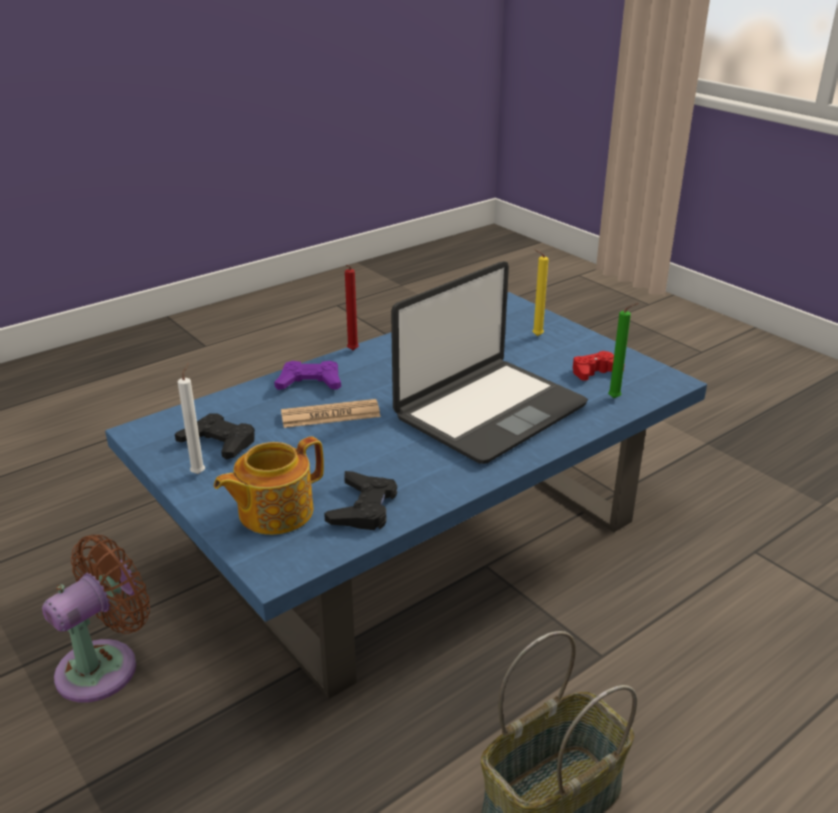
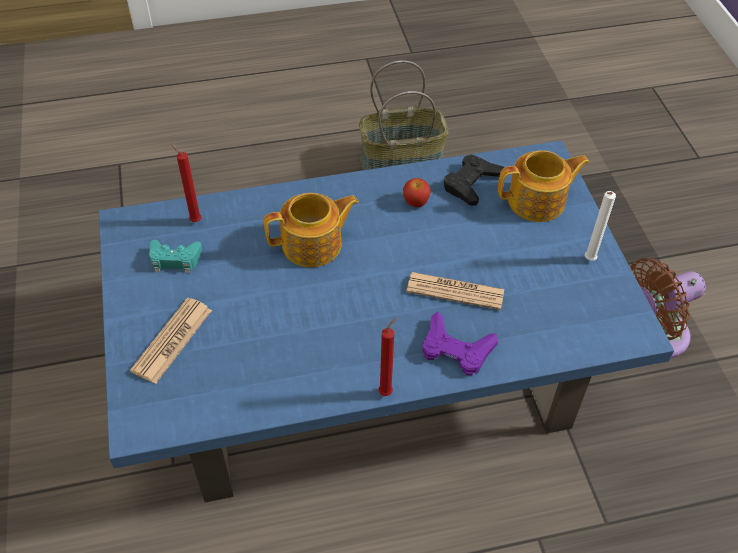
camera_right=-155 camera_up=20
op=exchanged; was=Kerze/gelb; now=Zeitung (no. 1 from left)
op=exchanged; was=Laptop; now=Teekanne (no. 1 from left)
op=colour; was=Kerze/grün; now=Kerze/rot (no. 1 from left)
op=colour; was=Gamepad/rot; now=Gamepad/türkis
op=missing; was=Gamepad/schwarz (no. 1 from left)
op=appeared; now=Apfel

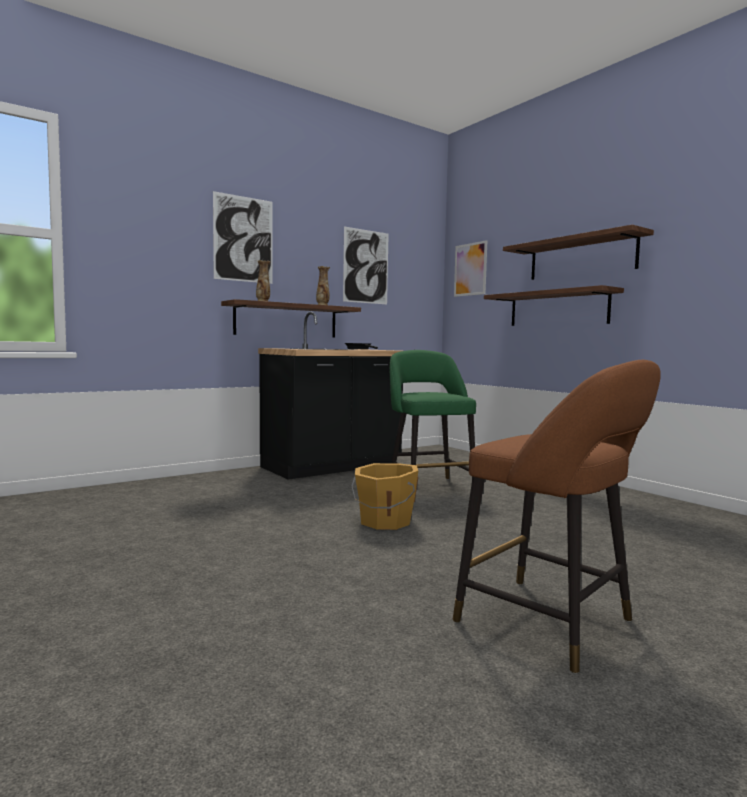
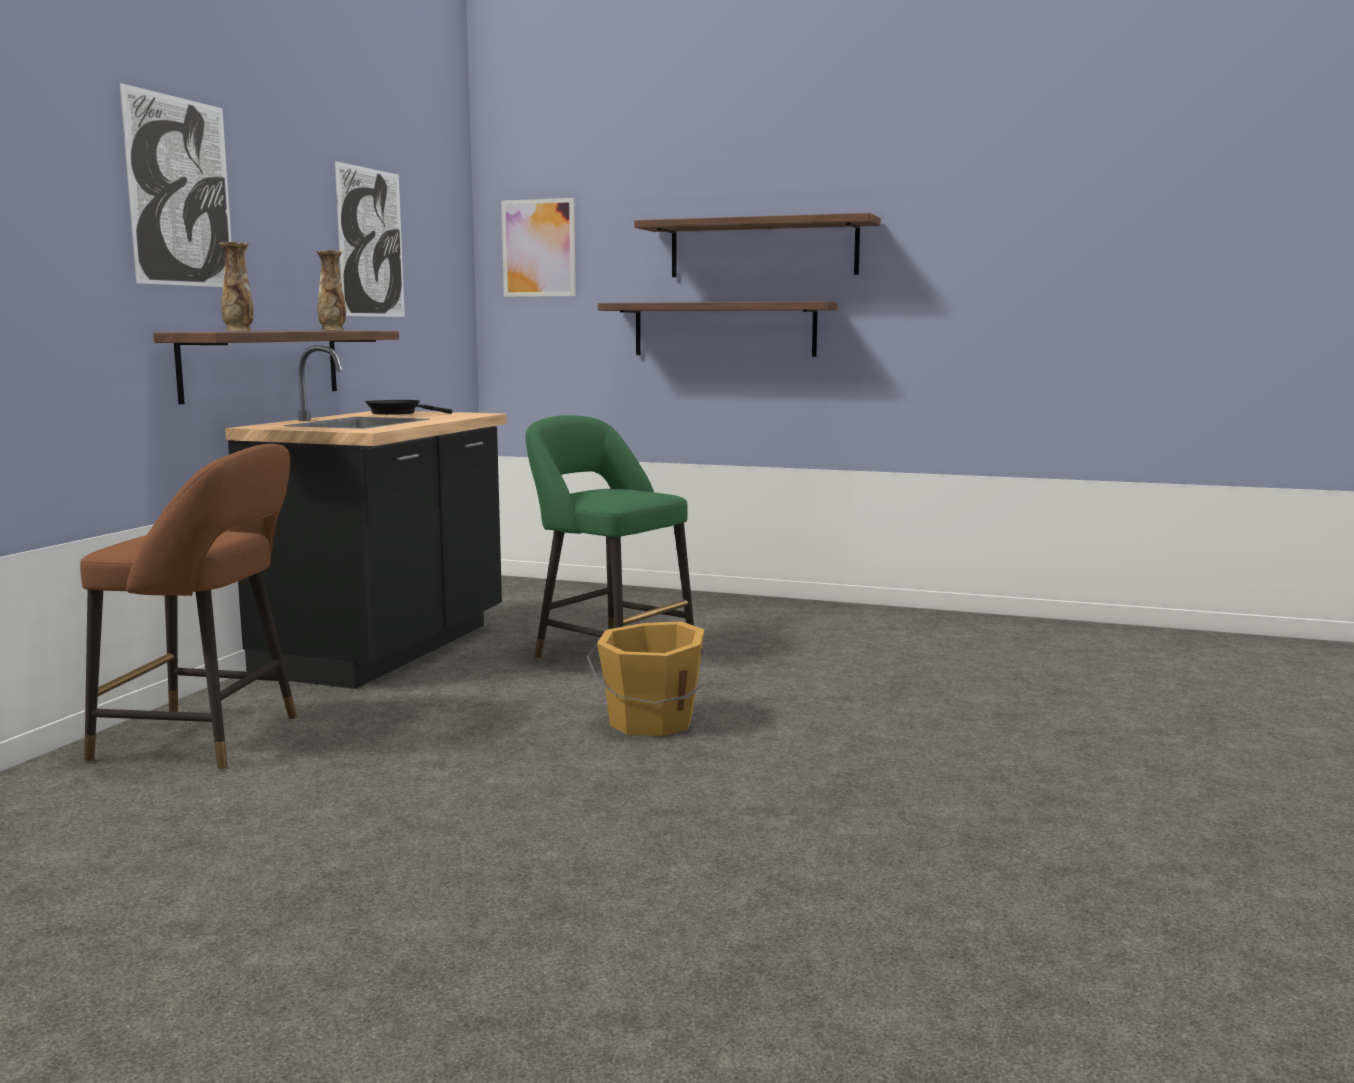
camera_right=-35 camera_up=5
op=relocated; was=Hocker/braun

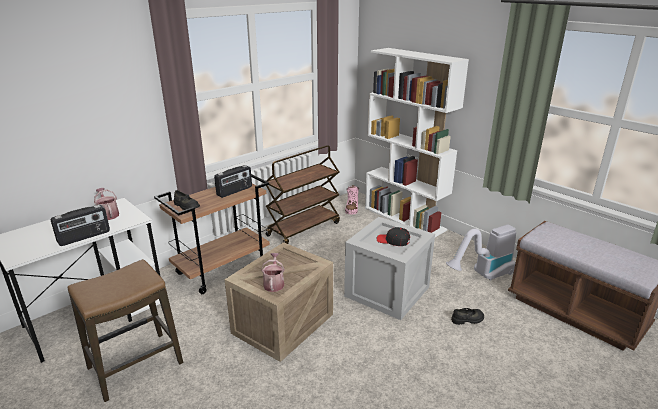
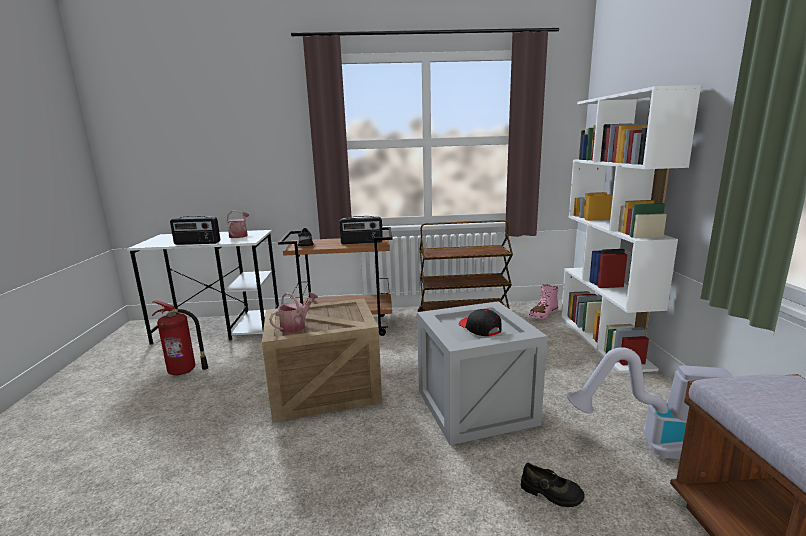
camera_right=40 camera_up=-10
op=exchanged; was=Hocker; now=Feuerlöscher

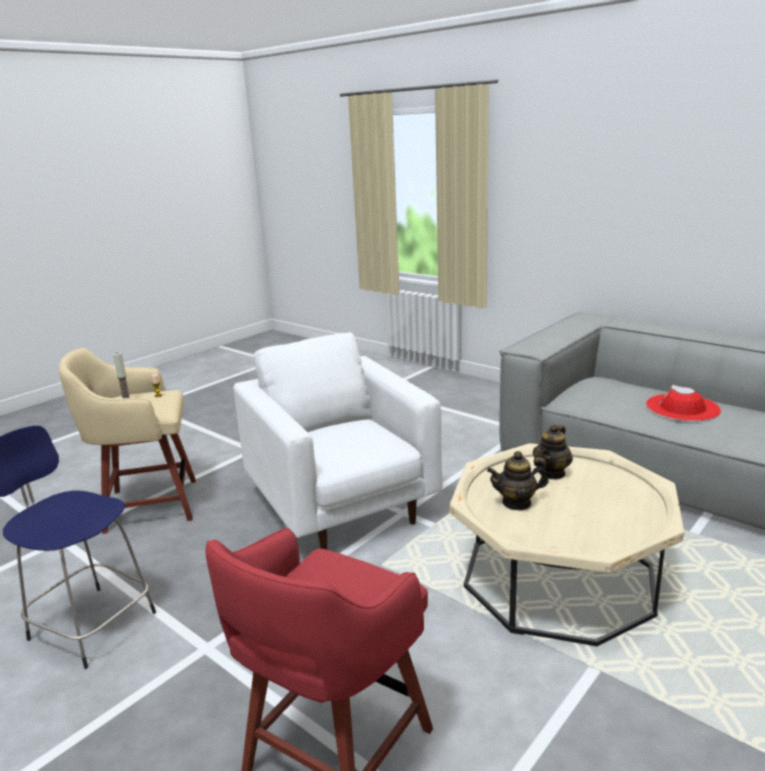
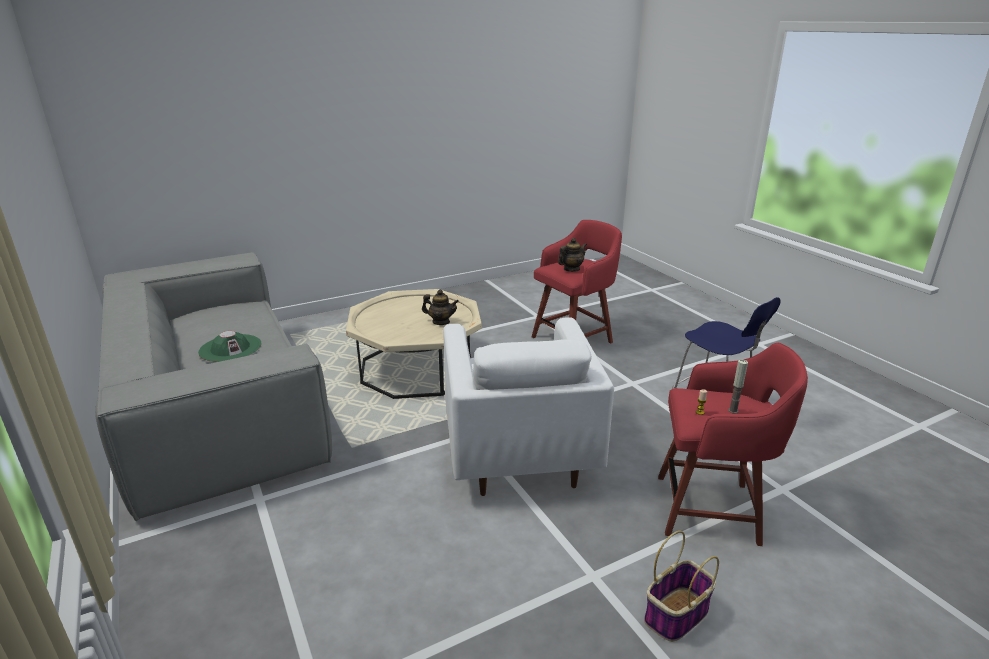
camera_right=-160 camera_up=5
op=colour; was=Hocker/beige; now=Hocker/rot (no. 2 from left)
op=colour; was=Hut/rot; now=Hut/grün
op=relocated; was=Teekanne (no. 2 from left)
op=appeared; now=Korb

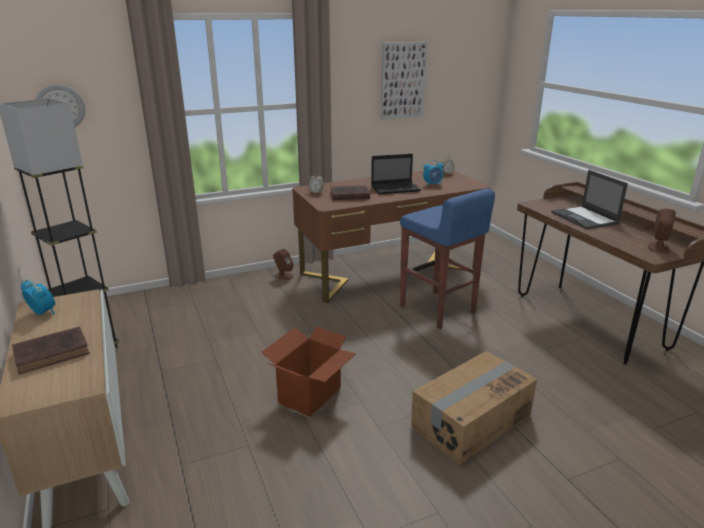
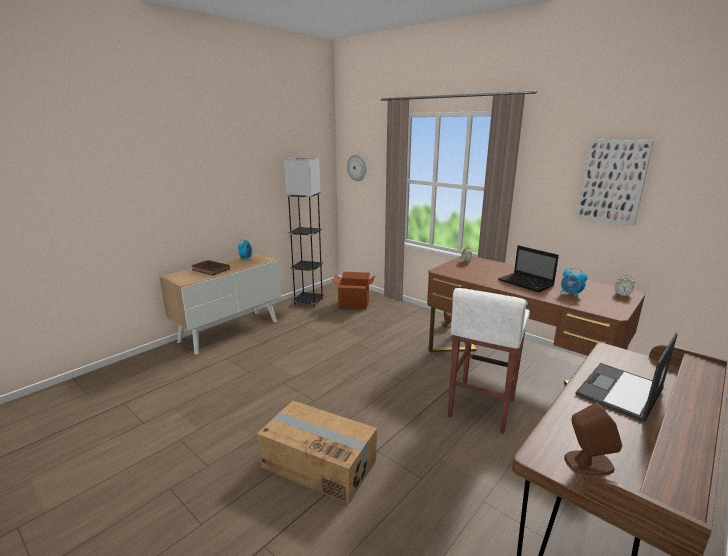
camera_right=65 camera_up=-5
op=missing; was=Buch/braun (no. 2 from left)
op=colour; was=Hocker/blau; now=Hocker/weiß
op=relocated; was=Karton (no. 1 from left in the first image); now=Karton (no. 2 from left)

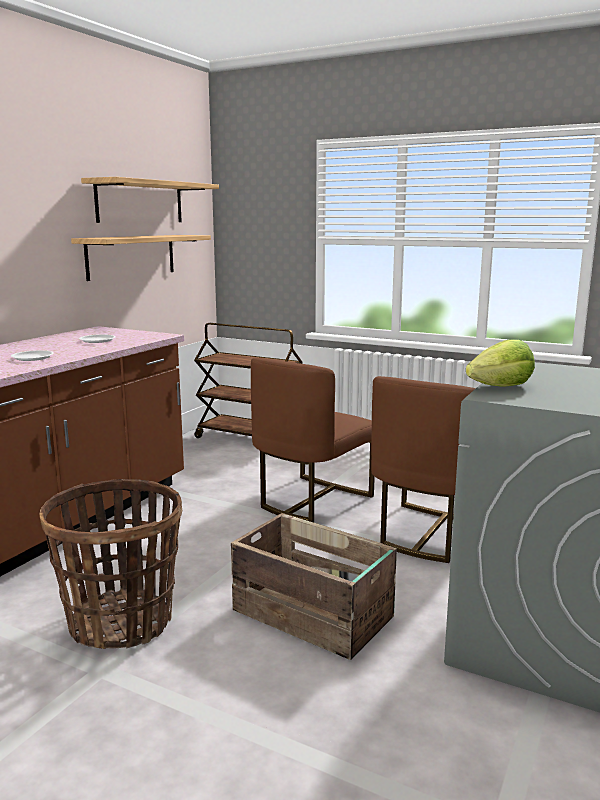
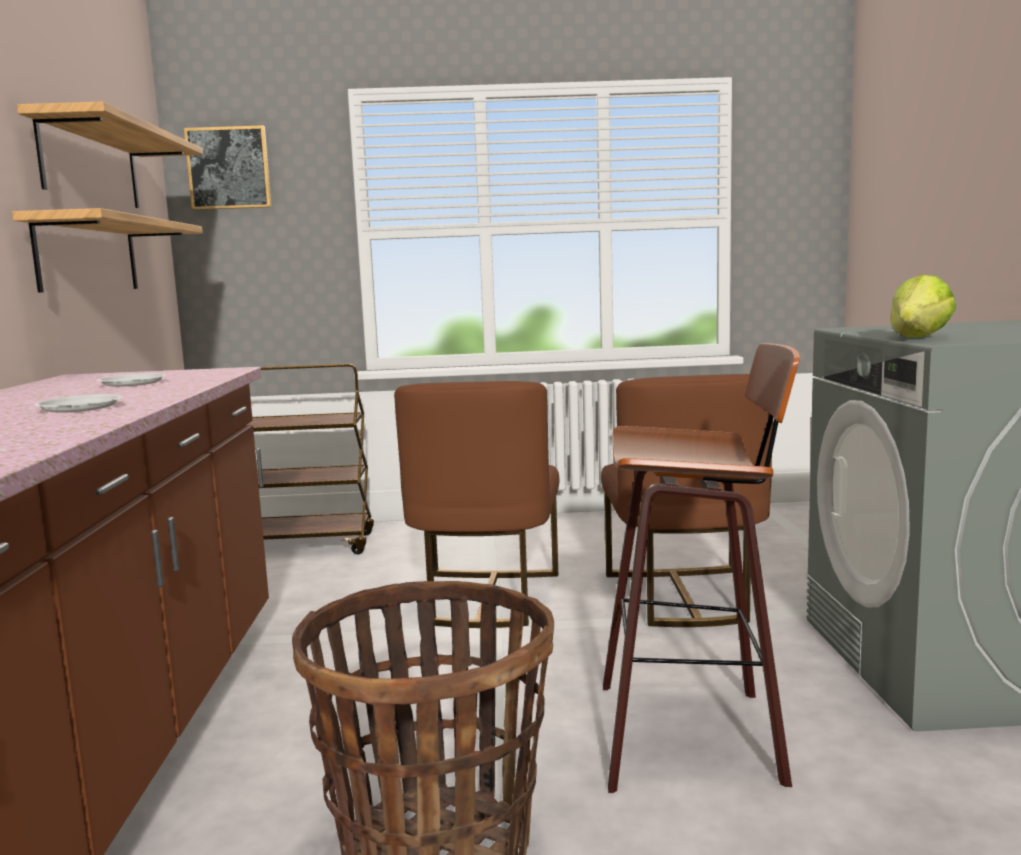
camera_right=-30 camera_up=-5
op=exchanged; was=Kiste; now=Hocker
op=appeared; now=Bild

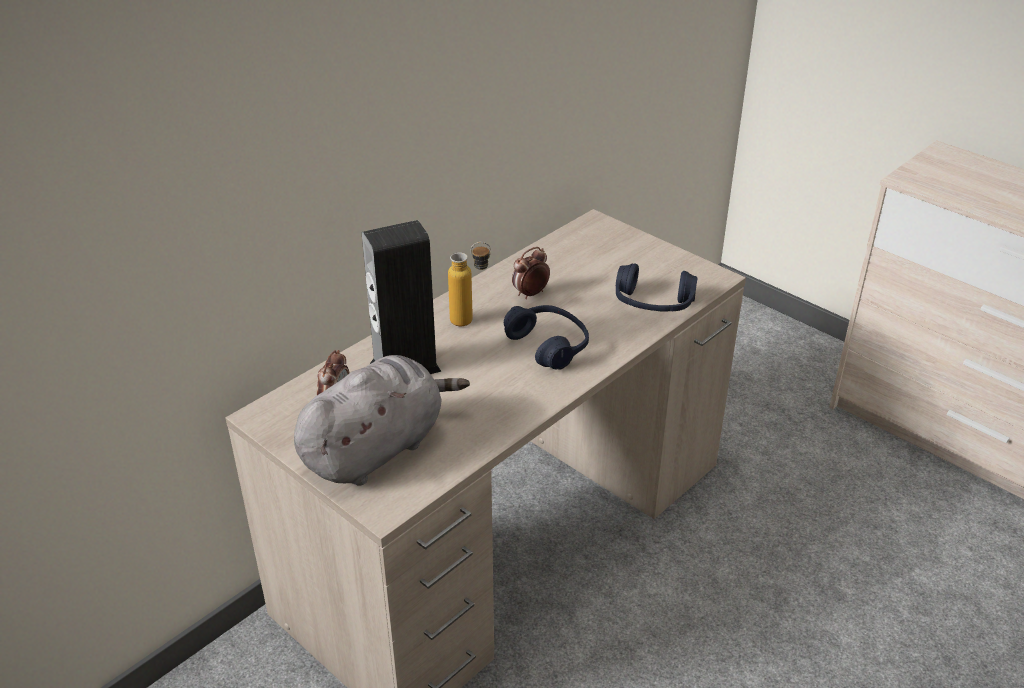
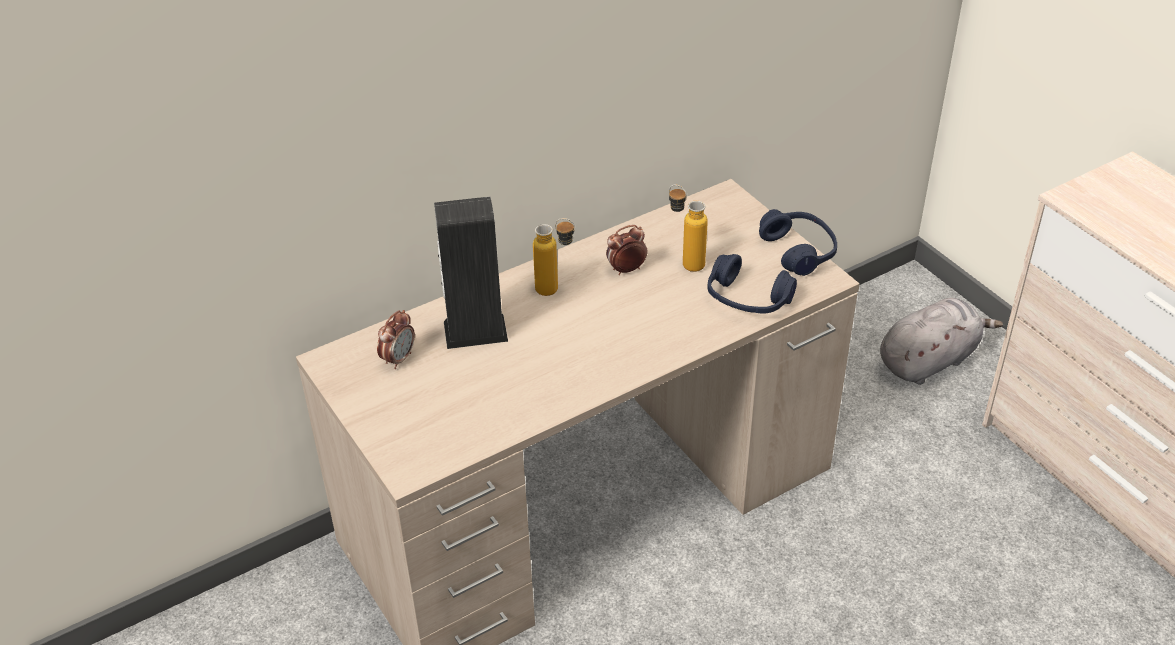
camera_right=15 camera_up=5
op=relocated; was=Kopfhörer/blau (no. 1 from left in the first image); now=Kopfhörer/blau (no. 2 from left)
op=relocated; was=Plüschtier/grau
op=appeared; now=Flasche (no. 2 from left)

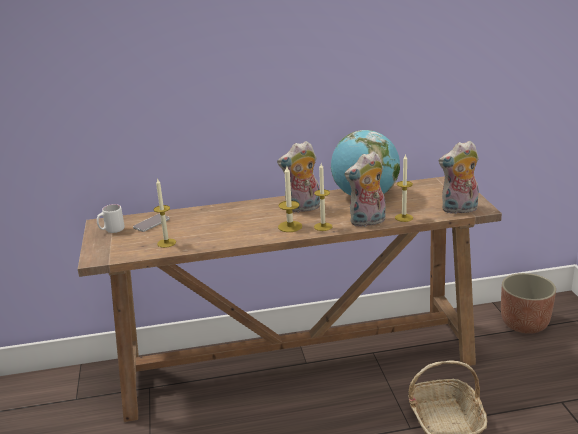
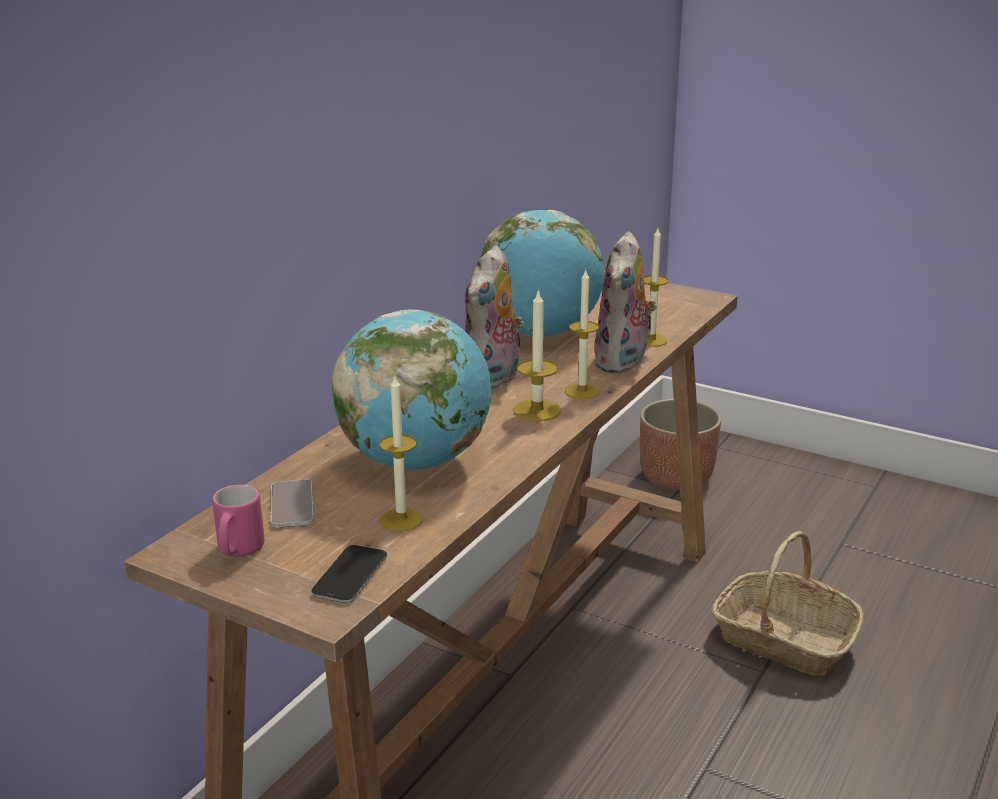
camera_right=-50 camera_up=0
op=missing; was=Plüschtier (no. 3 from left)
op=colour; was=Henkelbecher/weiß; now=Henkelbecher/rosa
op=appeared; now=Globus (no. 1 from left)
op=appeared; now=Handy (no. 2 from left)

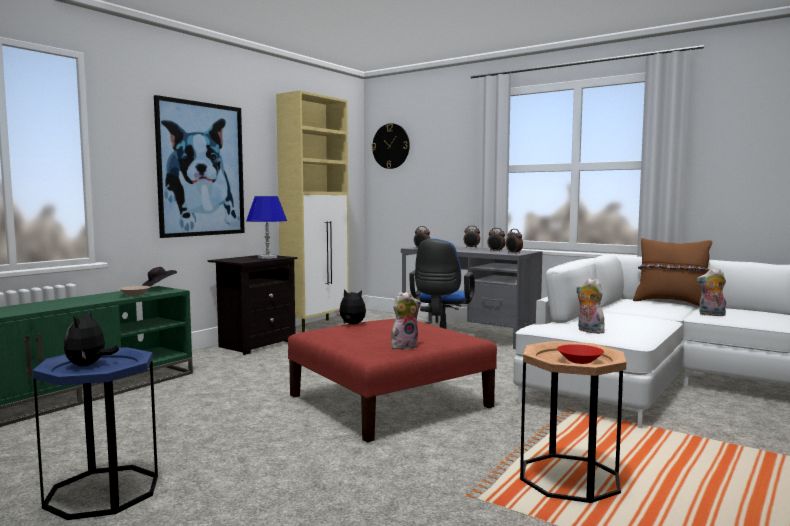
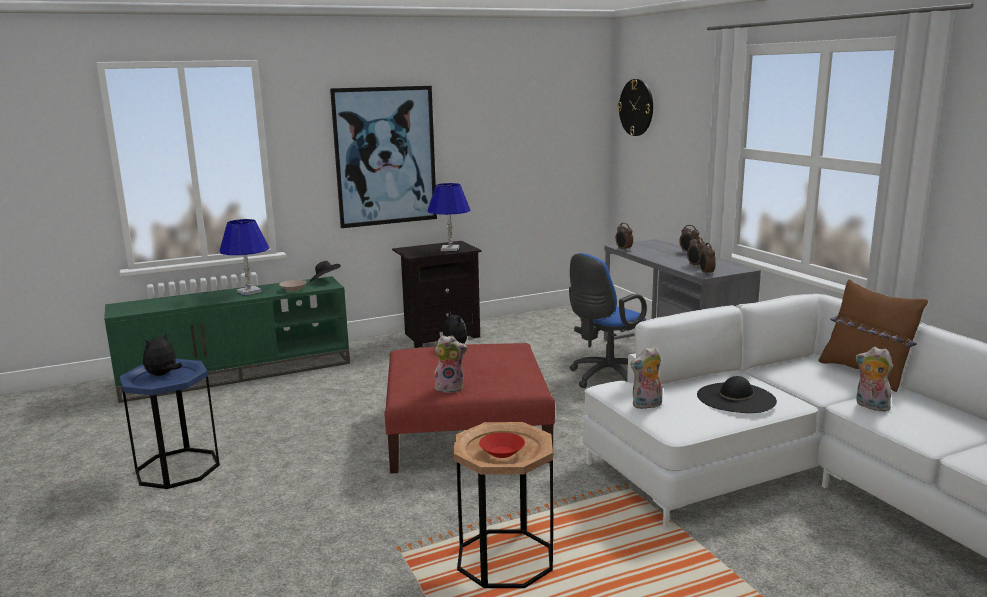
camera_right=30 camera_up=10
op=missing; was=Schrank/beige
op=spun; was=Plüschtier (no. 4 from left); clockwise=-105
op=appeared; now=Tischlampe/blau (no. 1 from left)
op=appeared; now=Hut/schwarz (no. 2 from left)

